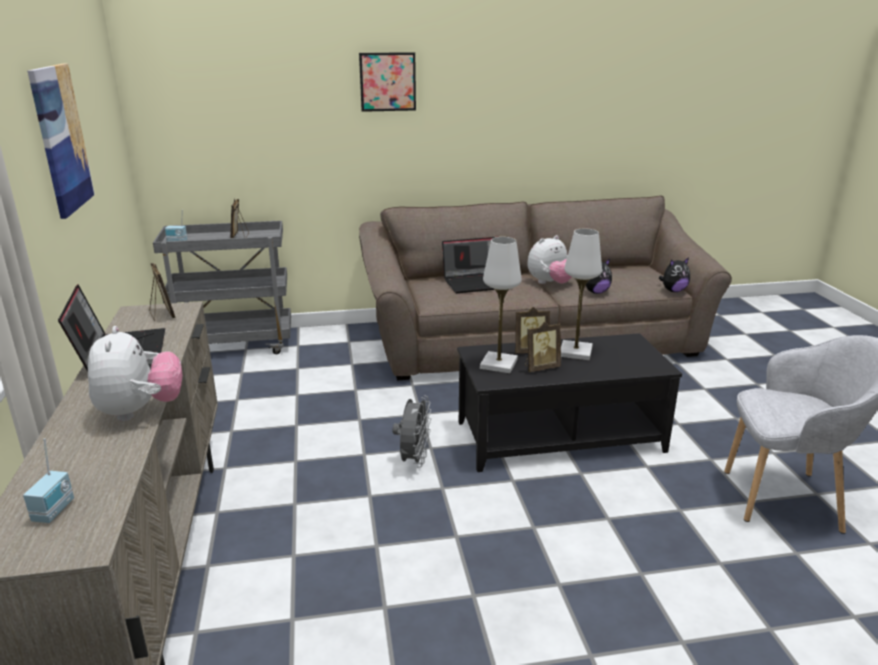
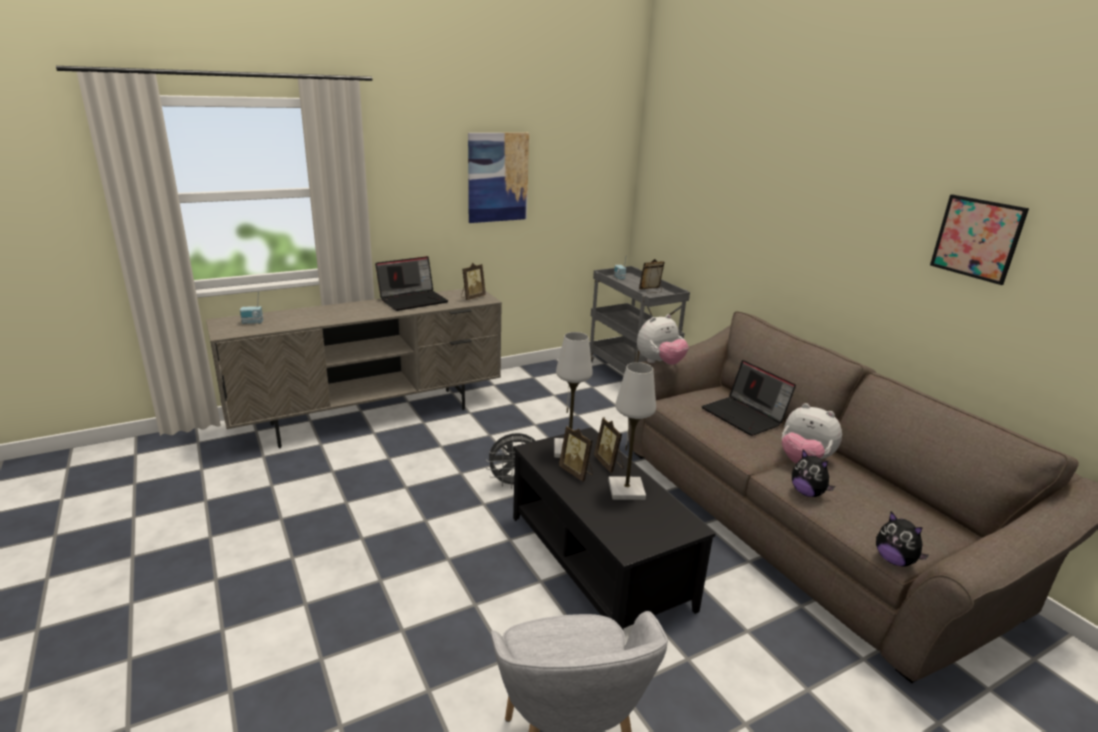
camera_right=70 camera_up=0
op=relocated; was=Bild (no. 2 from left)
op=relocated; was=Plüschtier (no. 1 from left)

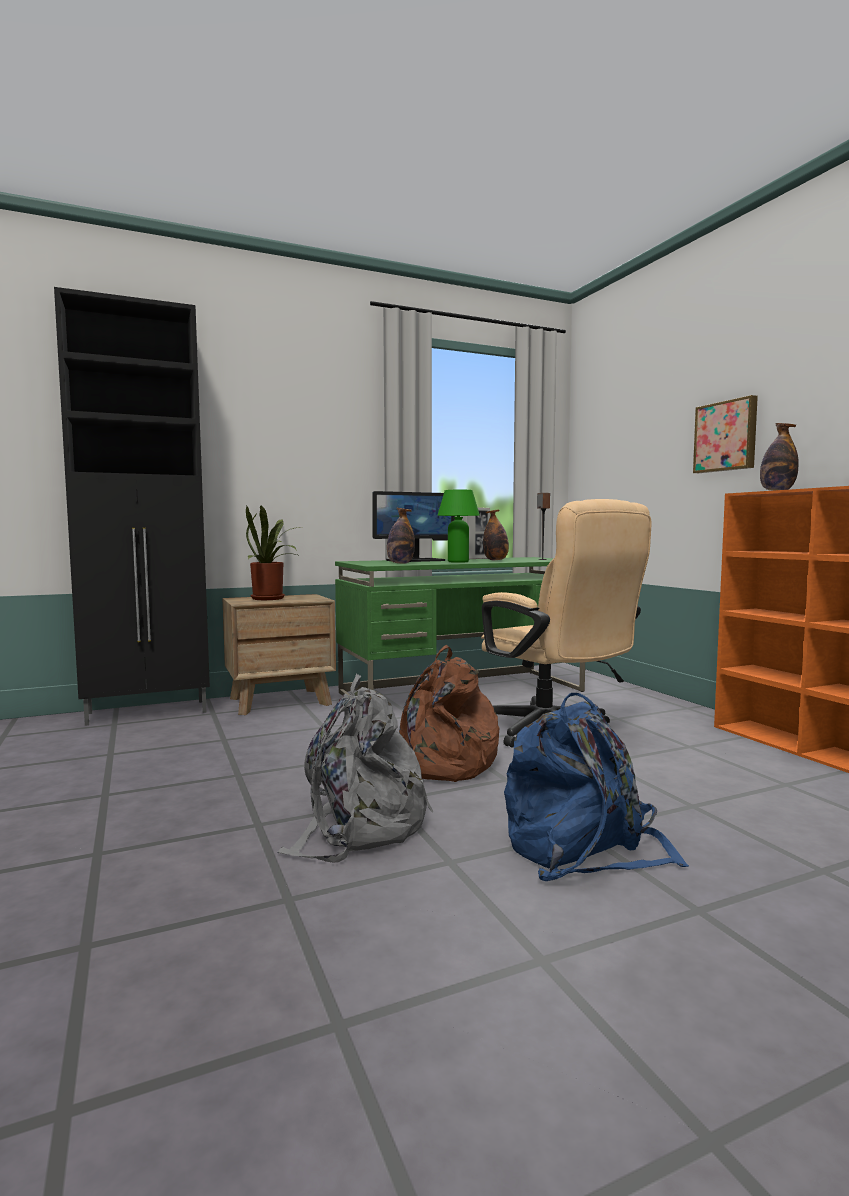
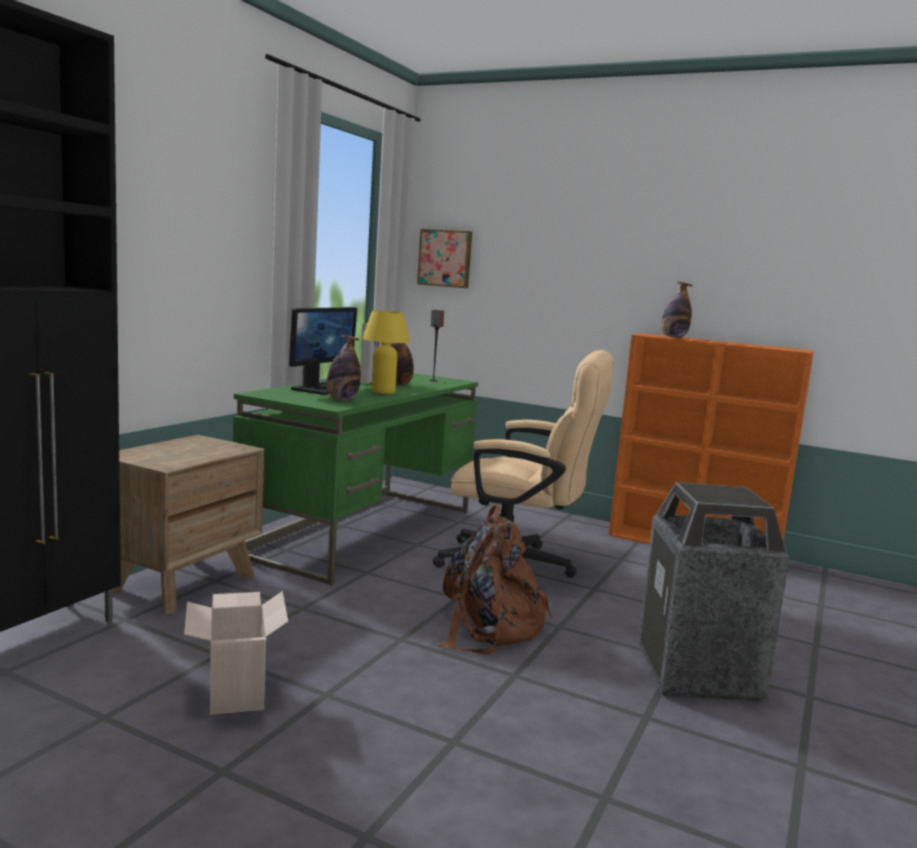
camera_right=-40 camera_up=5
op=relocated; was=Bild
op=colour; was=Tischlampe/grün; now=Tischlampe/gelb
op=missing; was=Topfpflanze
op=missing; was=Rucksack/grau
op=exchanged; was=Rucksack/blau; now=Mülleimer
op=appeared; now=Karton

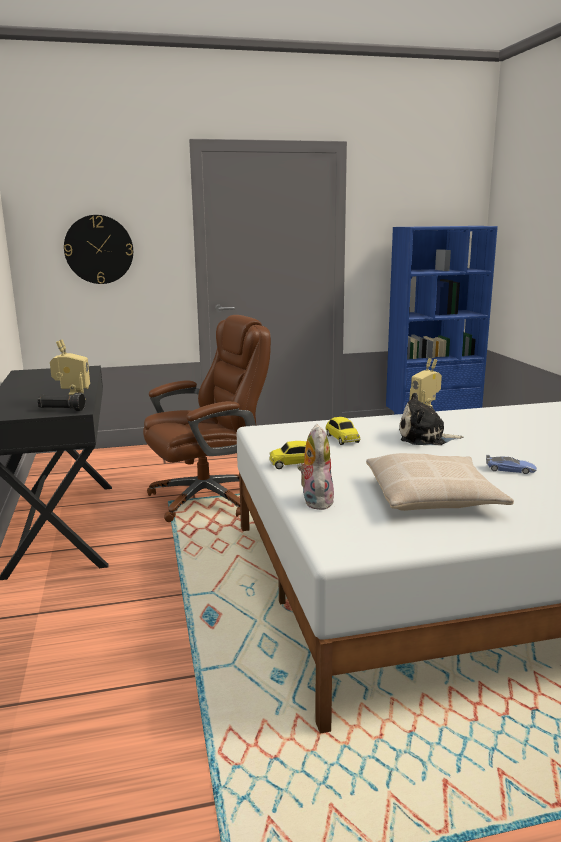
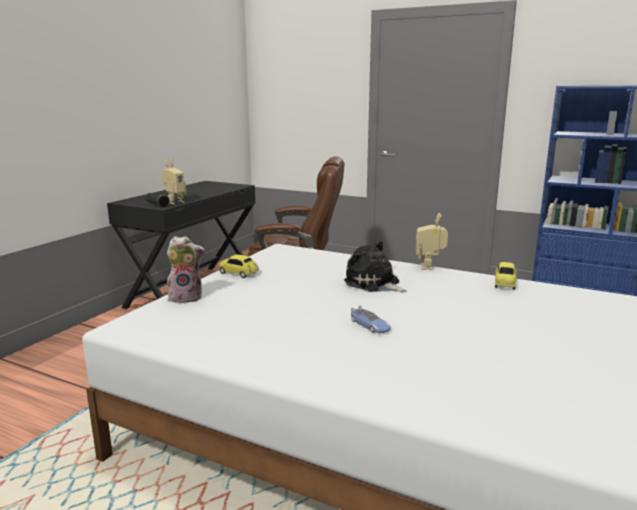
camera_right=40 camera_up=0
op=missing; was=Wanduhr
op=relocated; was=Spielzeugauto (no. 2 from left in the first image); now=Spielzeugauto (no. 3 from left)
op=spun; was=Plüschtier (no. 1 from left); clockwise=45
op=missing; was=Kissen/beige

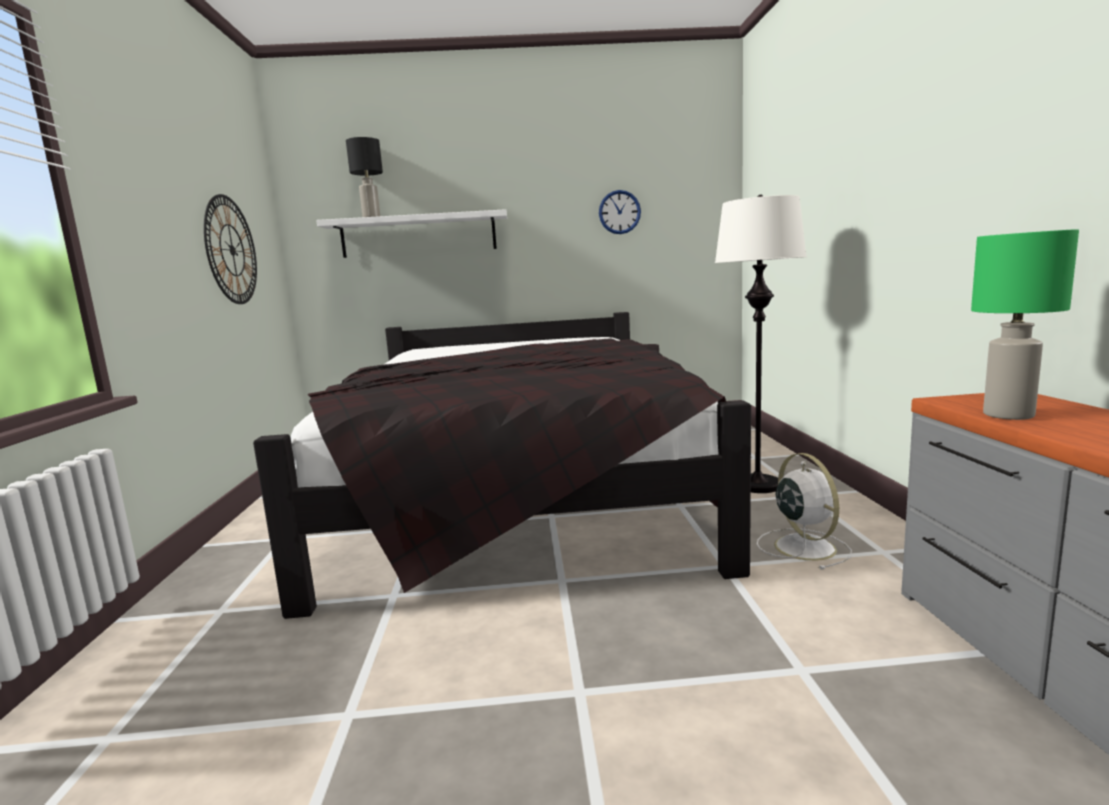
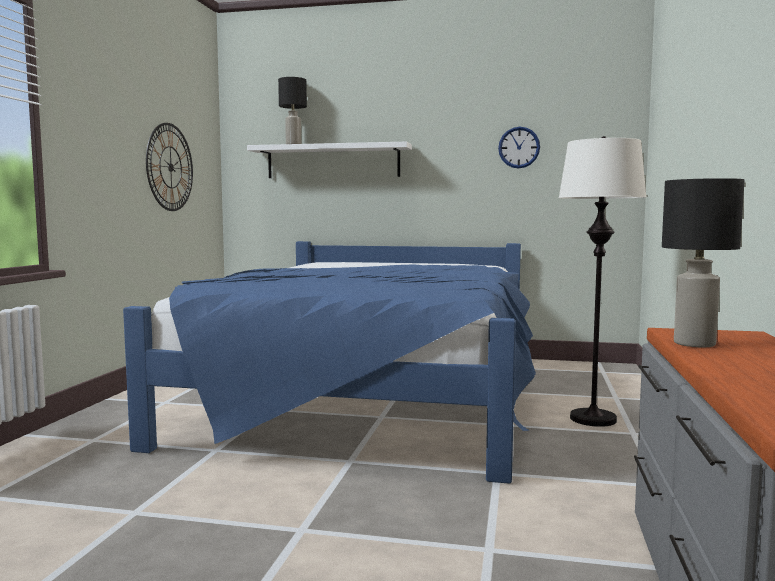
camera_right=15 camera_up=-5
op=colour; was=Tischlampe/grün; now=Tischlampe/schwarz (no. 2 from left)
op=colour; was=Bett/schwarz; now=Bett/blau
op=missing; was=Ventilator/weiß

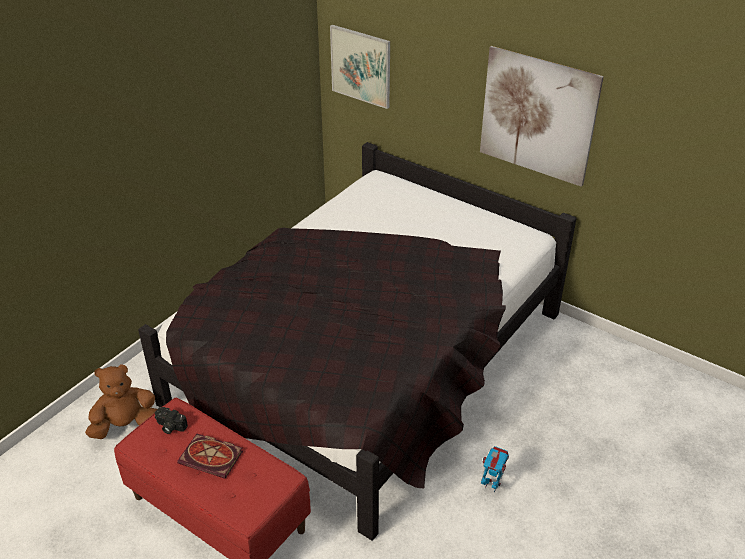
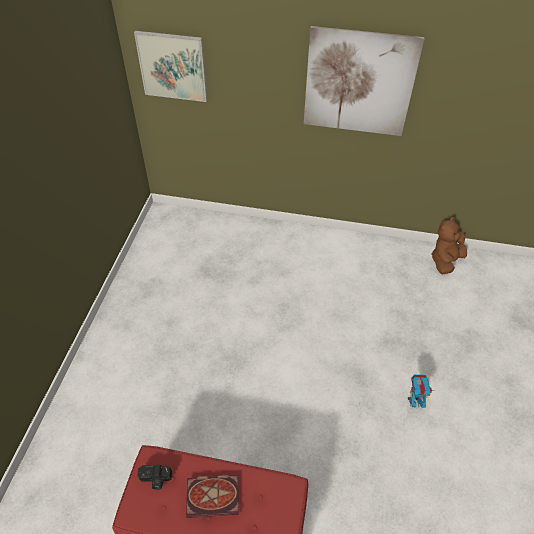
camera_right=-25 camera_up=10
op=missing; was=Bett/schwarz
op=relocated; was=Plüschtier/braun

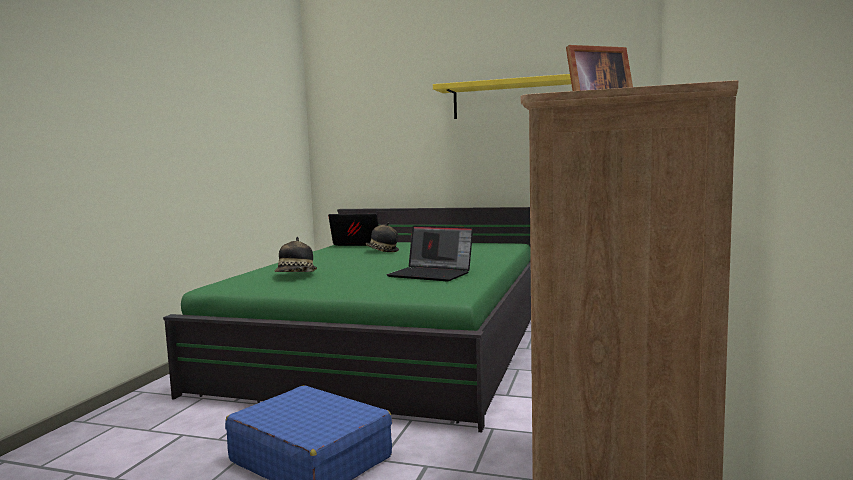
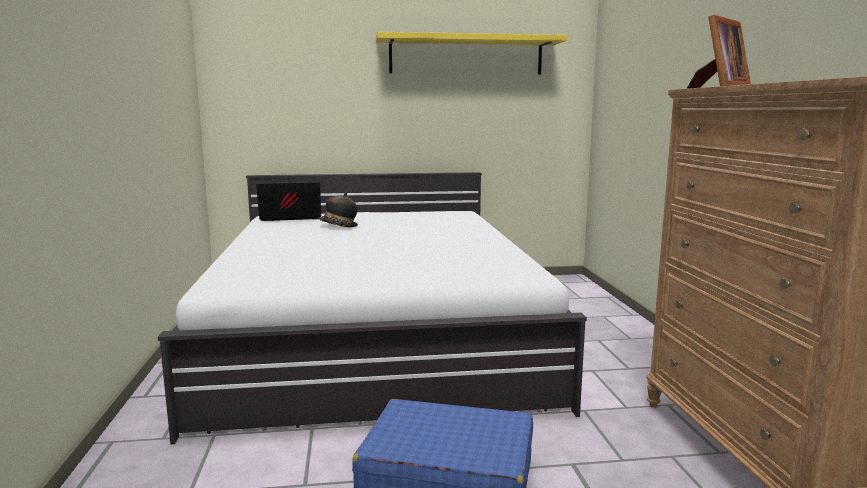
camera_right=-25 camera_up=5
op=colour; was=Bett/grün; now=Bett/weiß
op=missing; was=Laptop (no. 2 from left)
op=missing; was=Hut (no. 1 from left)

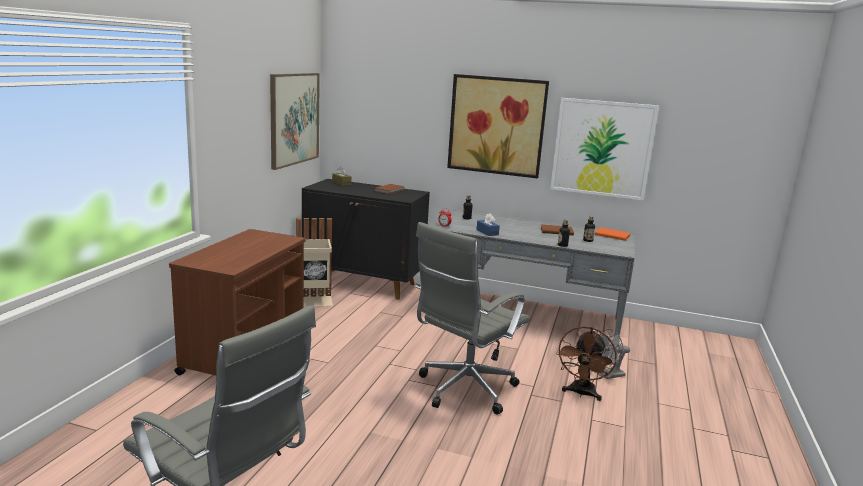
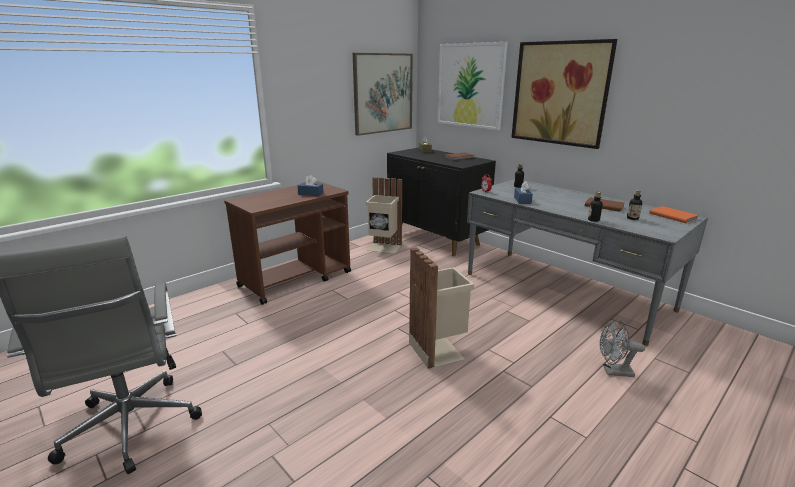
camera_right=30 camera_up=5
op=relocated; was=Bild (no. 3 from left in the first image); now=Bild (no. 2 from left)
op=exchanged; was=Bürostuhl/grau (no. 2 from left); now=Mülleimer/beige (no. 2 from left)
op=missing; was=Ventilator/braun
op=appeared; now=Taschentuchbox/blau (no. 1 from left)

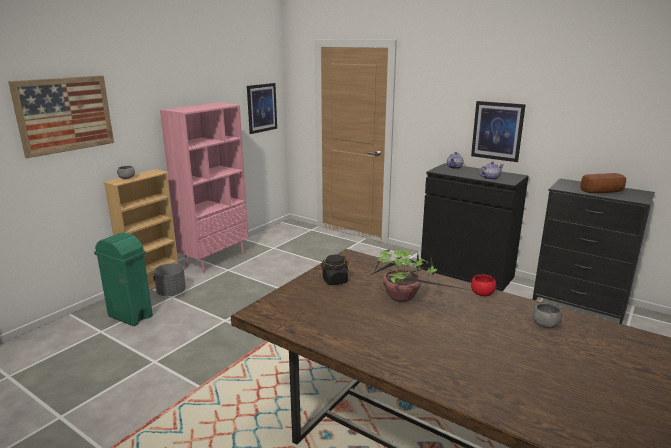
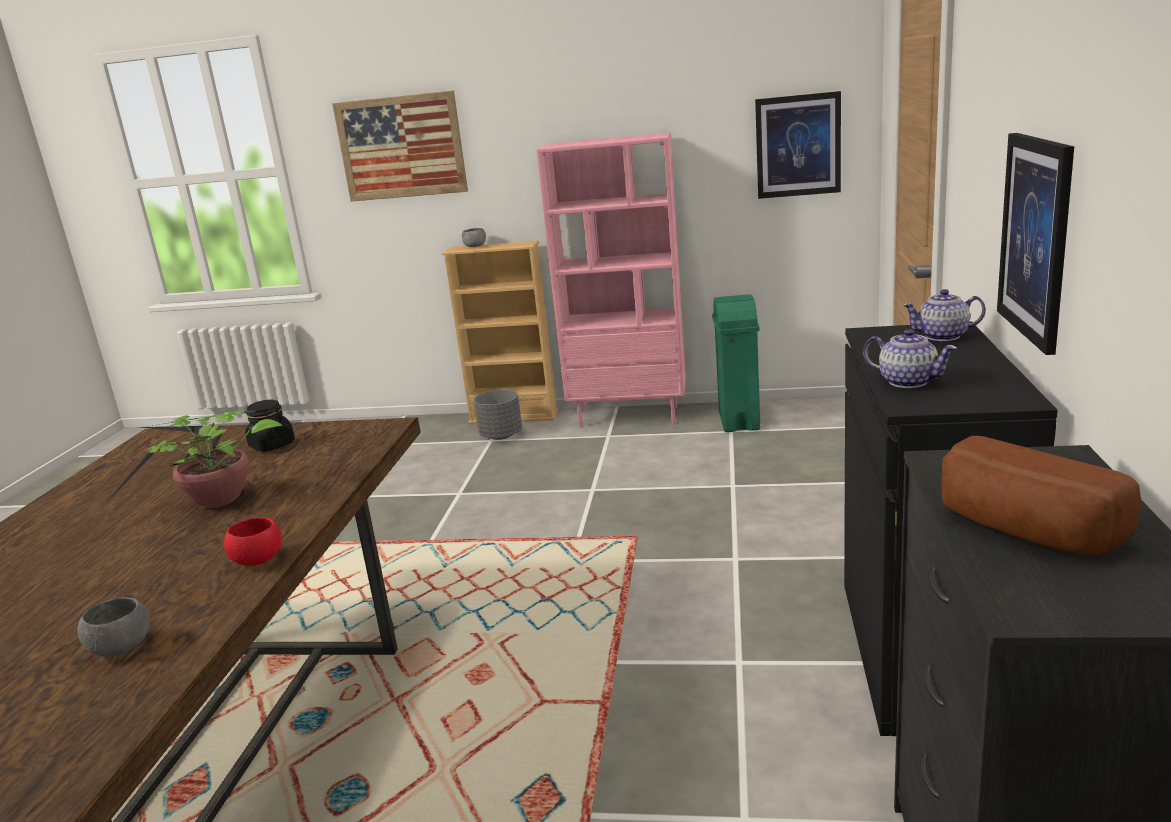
camera_right=65 camera_up=0
op=relocated; was=Mülleimer/grün

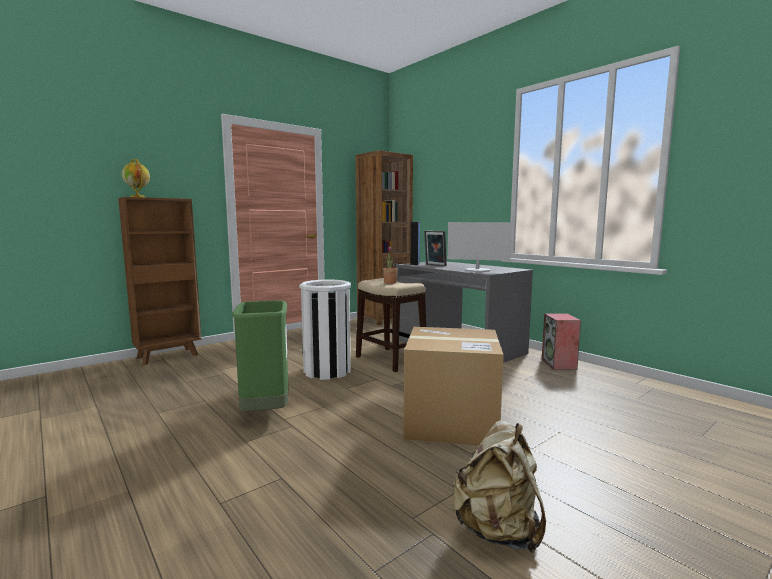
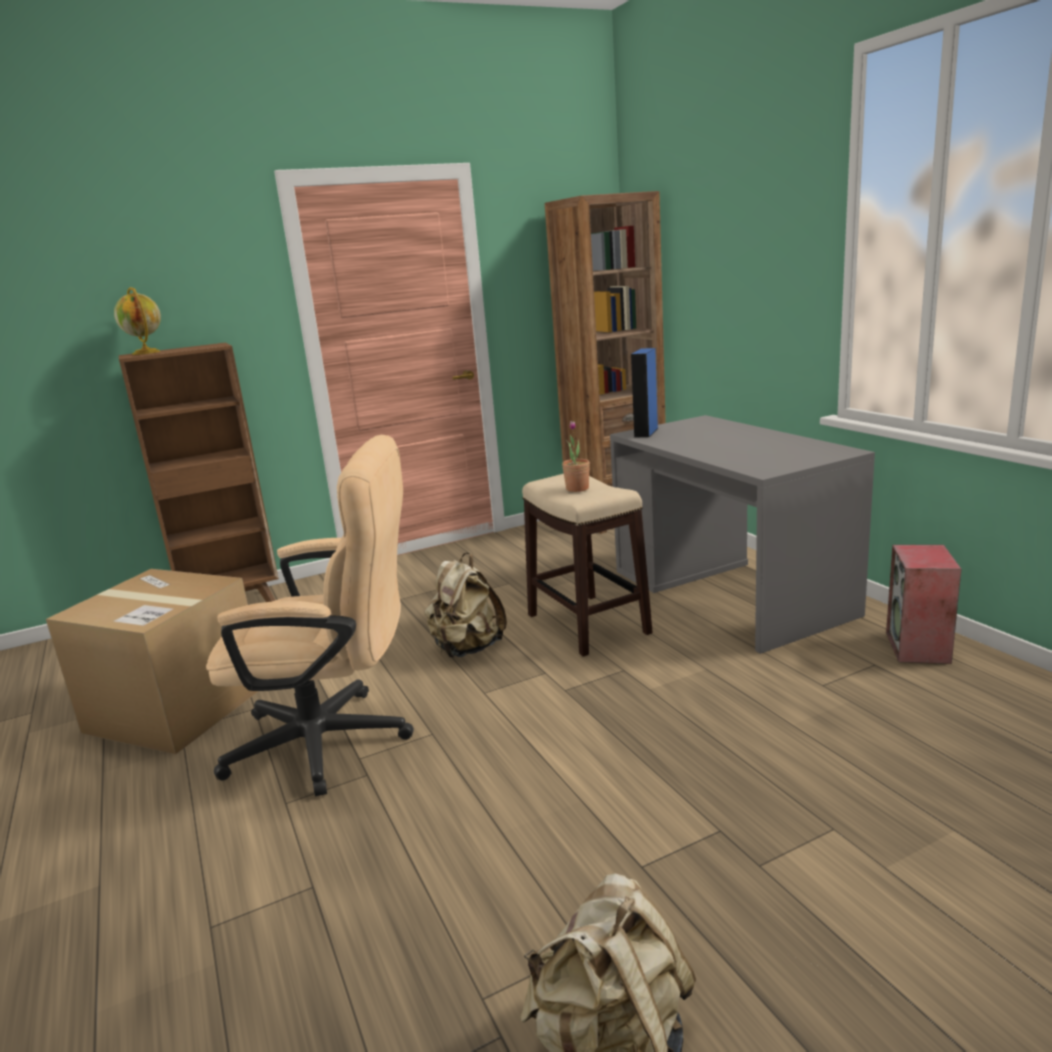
camera_right=15 camera_up=10
op=missing; was=Monitor
op=missing; was=Bilderrahmen
op=exchanged; was=Mülleimer/weiß; now=Rucksack/beige (no. 1 from left)
op=exchanged; was=Mülleimer/grün; now=Bürostuhl/beige
op=relocated; was=Karton

